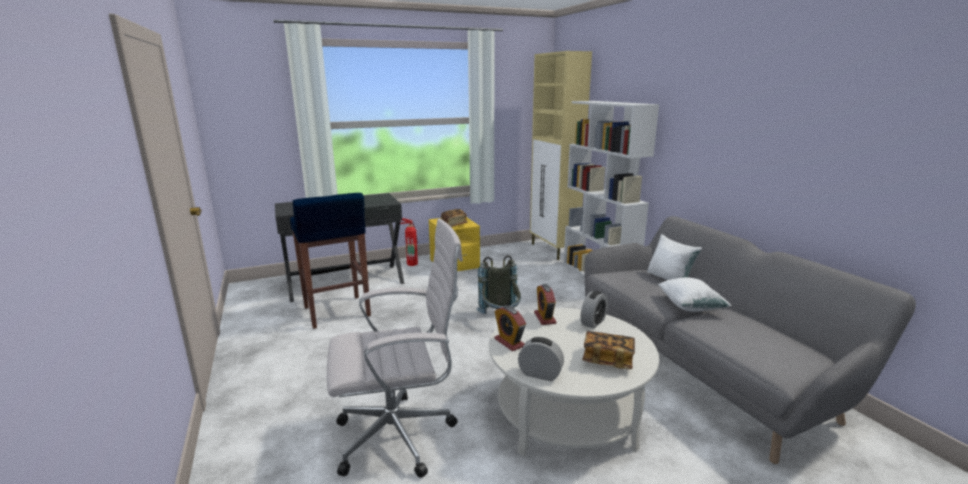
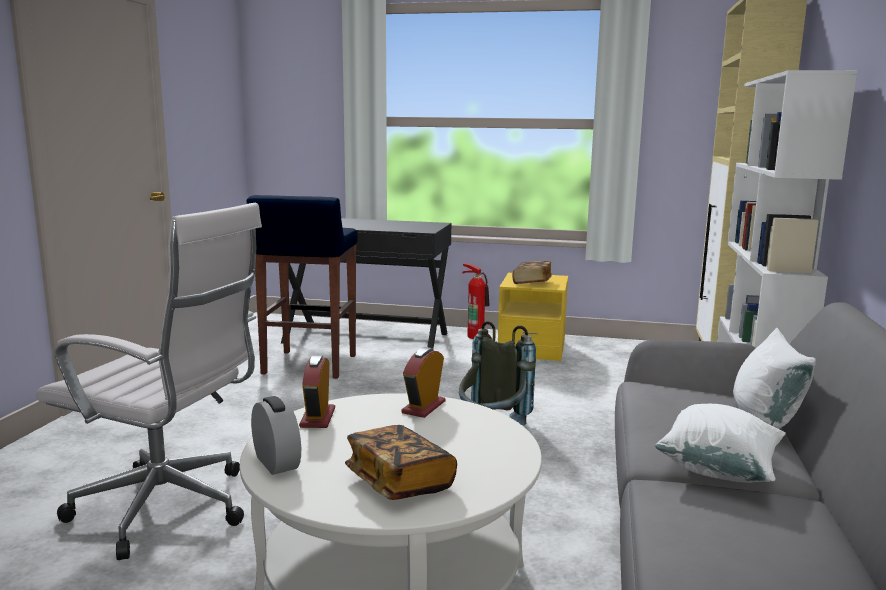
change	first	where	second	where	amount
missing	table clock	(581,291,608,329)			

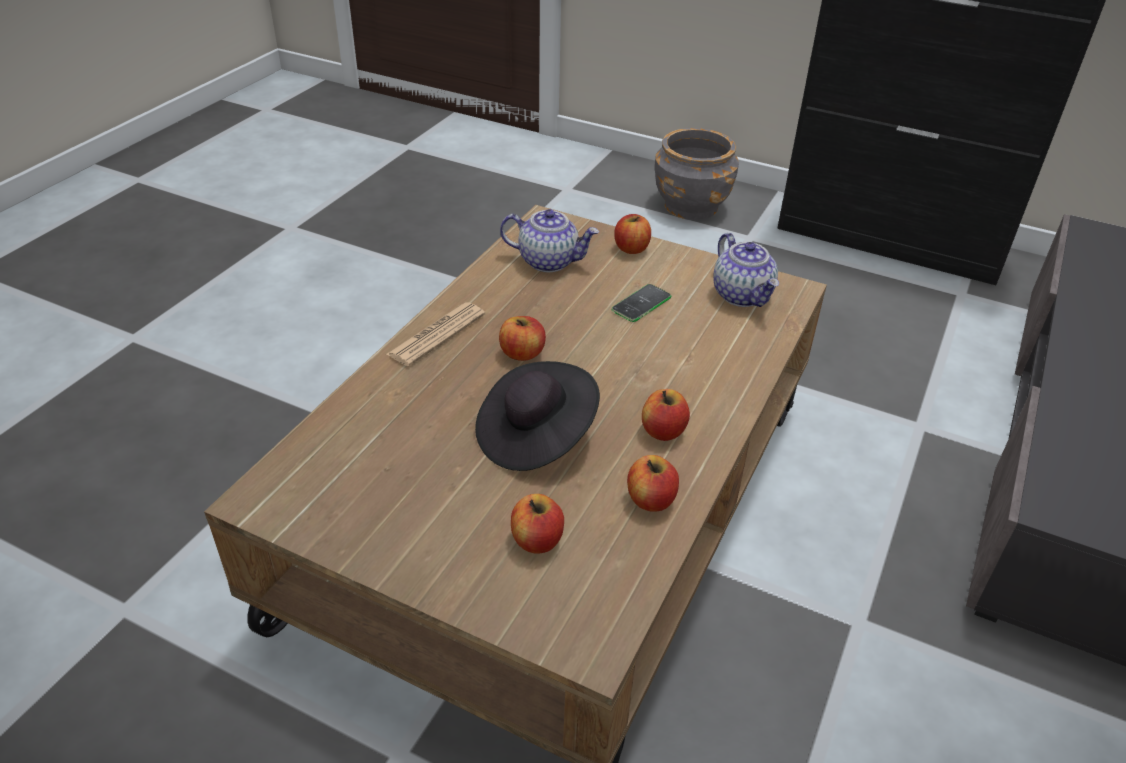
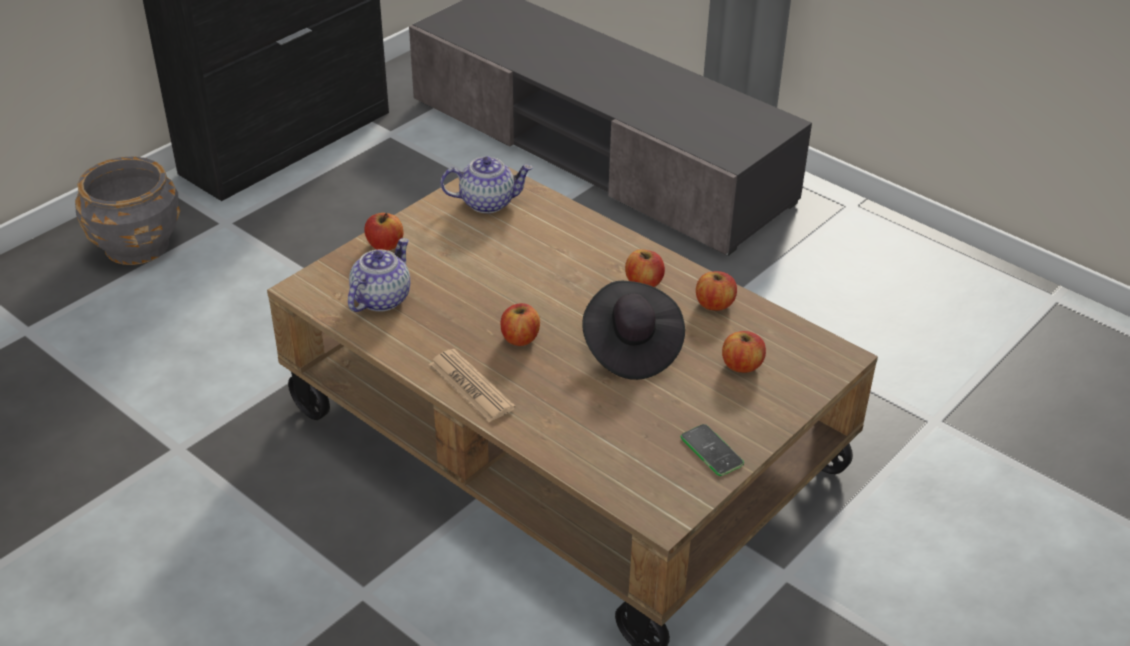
change	first	where	second	where	amount
relocated	handset	(611,284,671,322)		(680,424,744,476)	

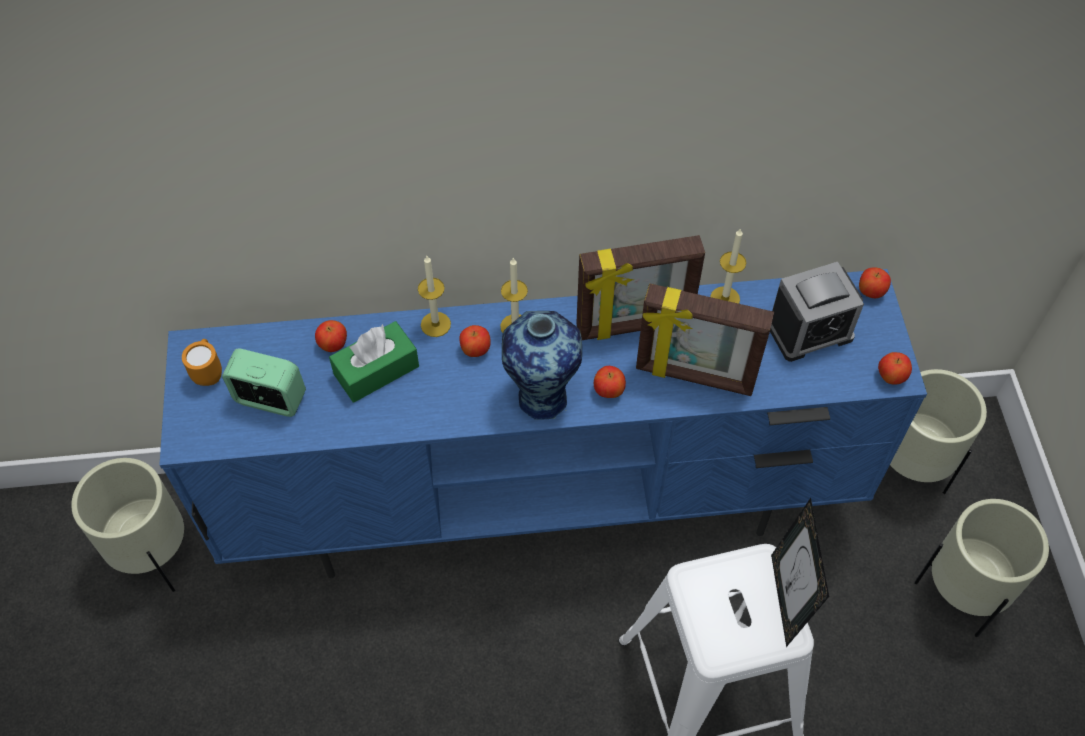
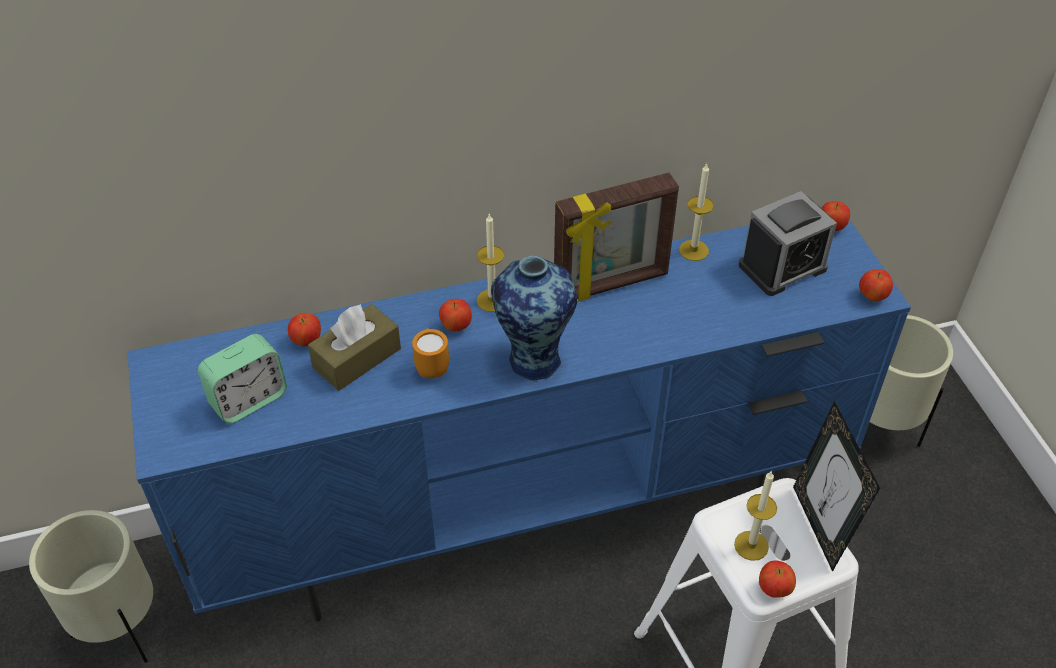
change	first	where	second	where	amount
missing	picture frame	(636,284,774,396)			
missing	plant pot (beige)	(914,499,1049,637)			
relocated	tea mug (orangey)	(182,339,222,386)		(412,328,449,378)	
relocated	candle	(418,256,451,337)		(734,471,777,561)	
relocated	apple	(594,366,626,398)		(759,561,796,598)	
colour	tissue holder (greenish)	(329,321,419,403)	tissue holder (brown)	(308,304,401,391)	
spun	table clock	(222,349,306,417)		(198,334,287,424)	135 degrees clockwise

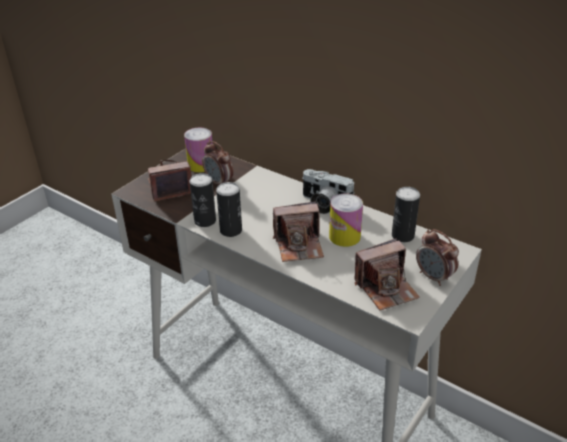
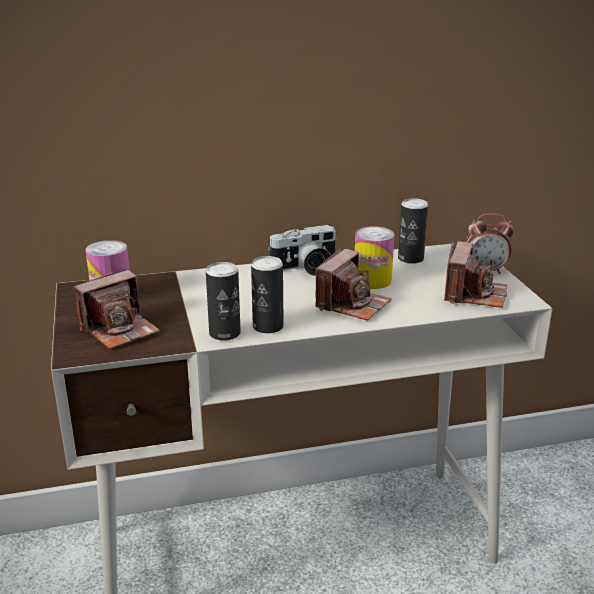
change	first	where	second	where	amount
missing	table clock	(203,141,233,185)			
spun	still camera	(148,160,192,201)		(73,269,160,349)	150 degrees counterclockwise

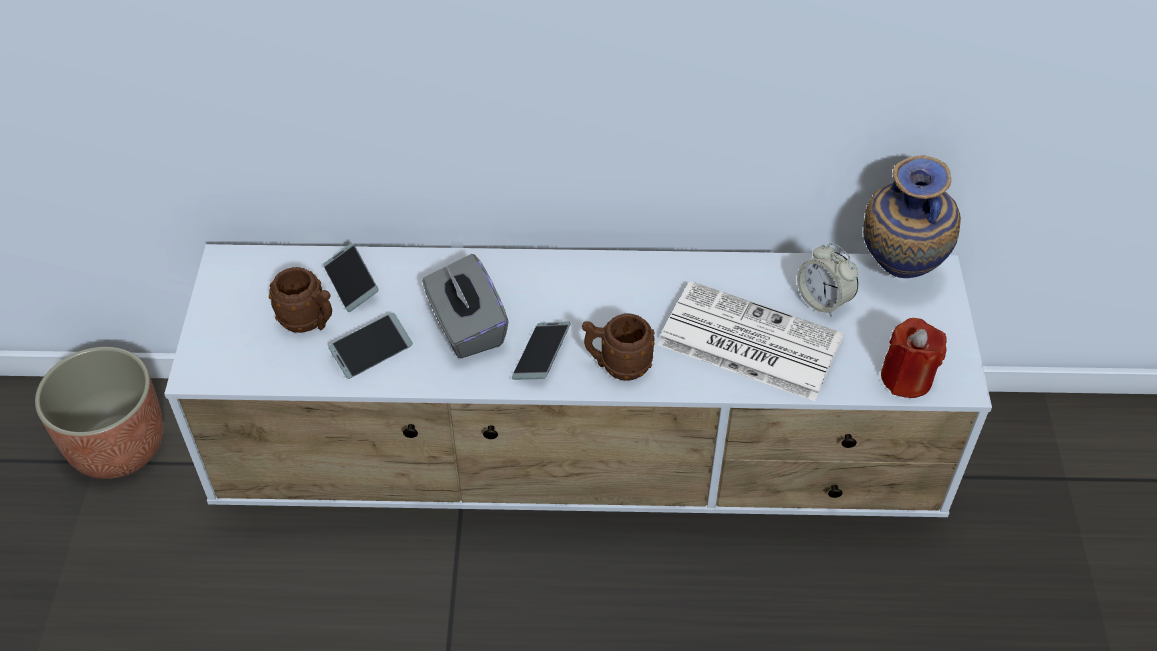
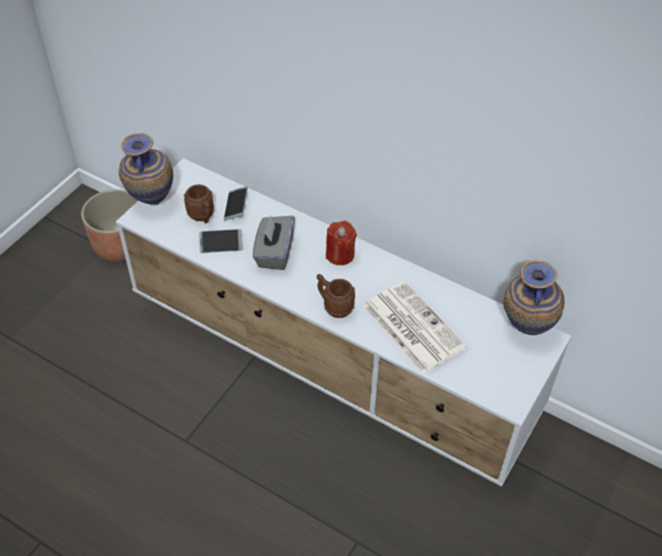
change	first	where	second	where	amount
missing	handset	(512,321,570,380)			
missing	table clock	(797,243,858,317)			
appeared			decorative vase	(119,133,173,205)	
relocated	candle (red-coloured)	(881,318,947,398)		(326,221,357,265)	

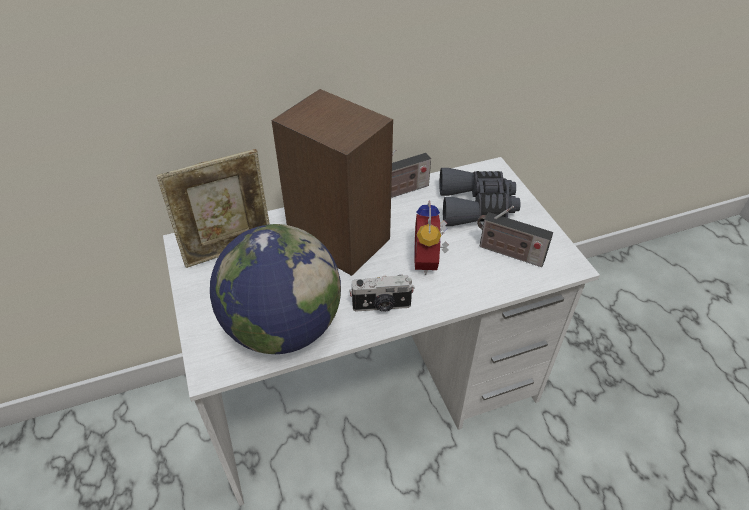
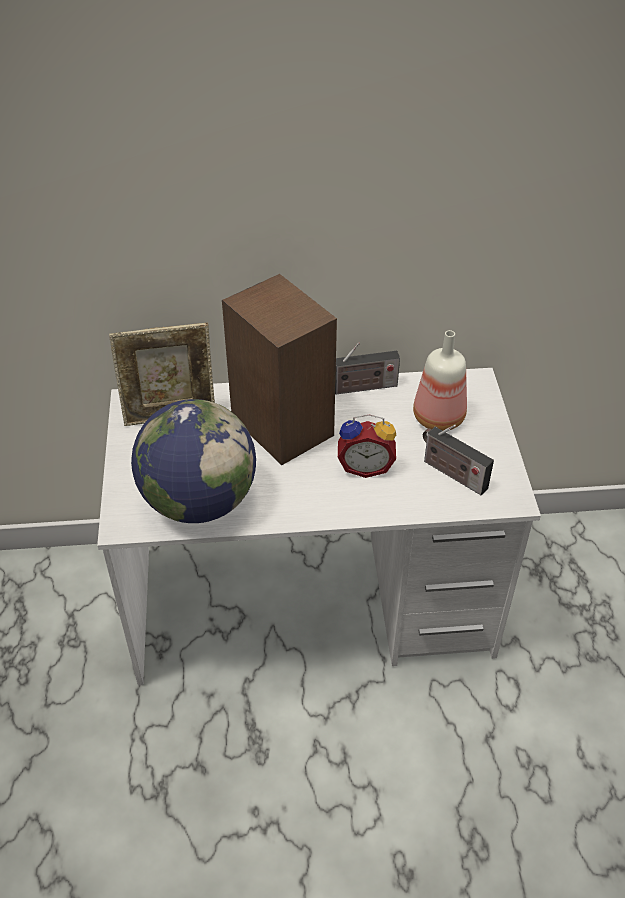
change	first	where	second	where	amount
missing	still camera	(349,275,414,312)			
exchanged	field glasses (gray)	(439,168,521,226)	beverage bottle	(413,330,467,431)	
spun	table clock	(414,200,449,275)		(338,415,396,478)	105 degrees counterclockwise

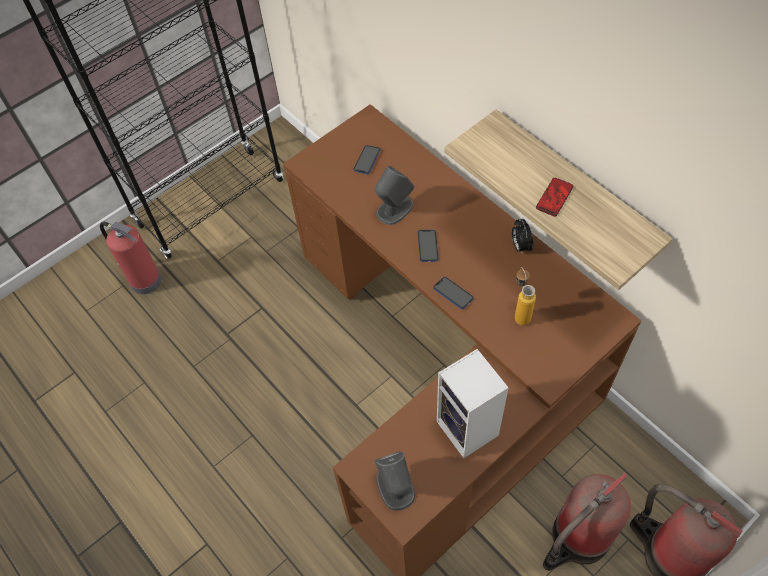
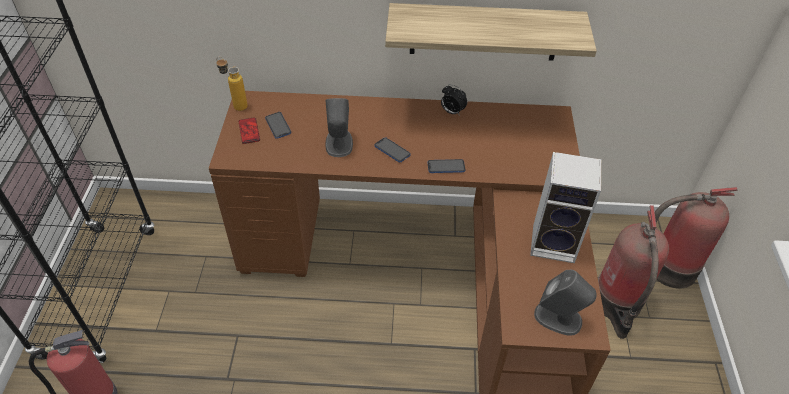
change	first	where	second	where	amount
relocated	beverage bottle	(515,267,536,325)		(216,57,248,111)	
relocated	handset	(536,178,573,217)		(239,118,260,144)	

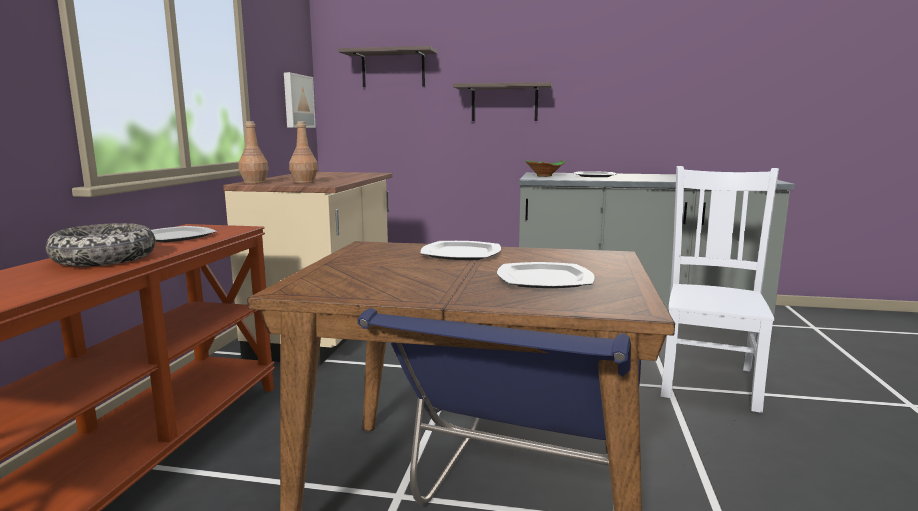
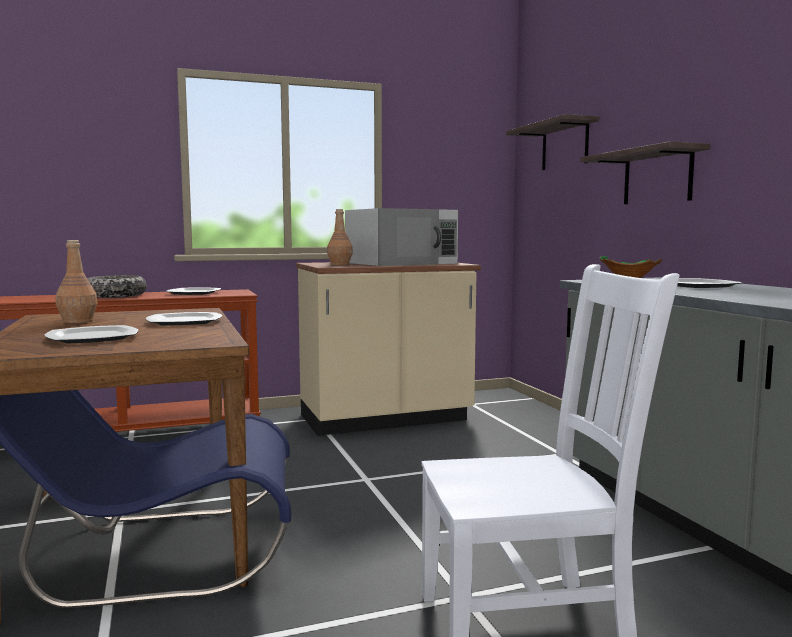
change	first	where	second	where	amount
missing	picture	(284,72,316,128)			
appeared			microwave oven (whitish)	(345,208,458,266)	
relocated	beverage bottle (brown)	(238,121,268,184)		(56,240,98,323)	

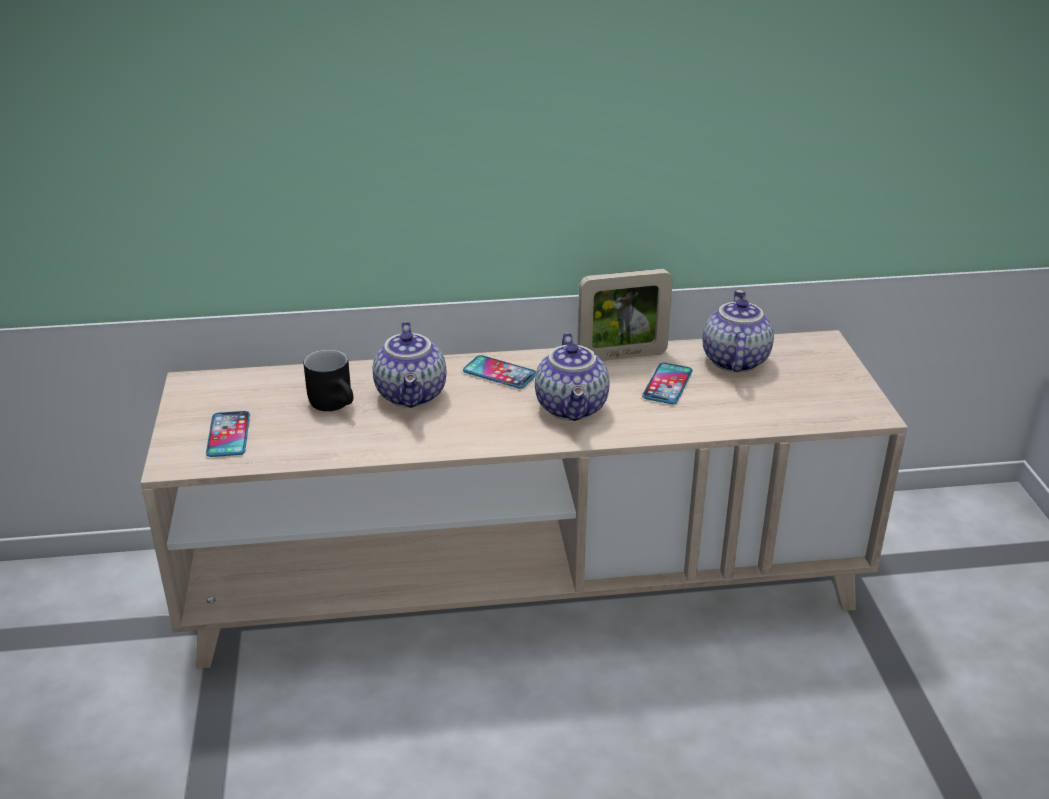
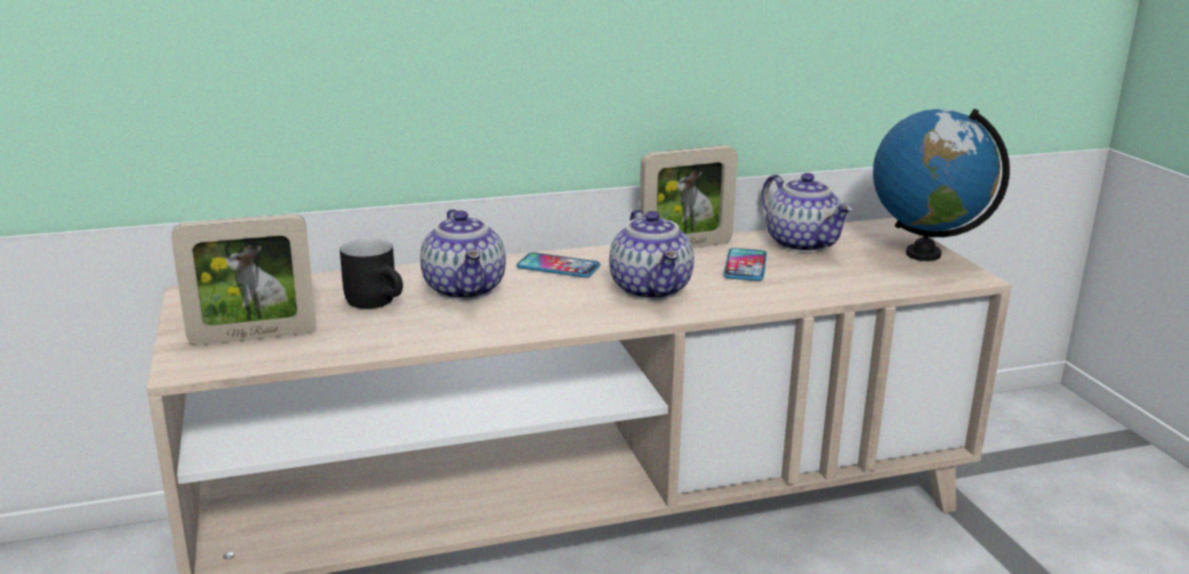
change	first	where	second	where	amount
appeared			globe	(873,109,1010,261)	
exchanged	handset	(206,411,250,457)	picture frame	(171,214,316,345)	
spun	teapot	(703,290,774,372)		(762,173,853,253)	150 degrees clockwise

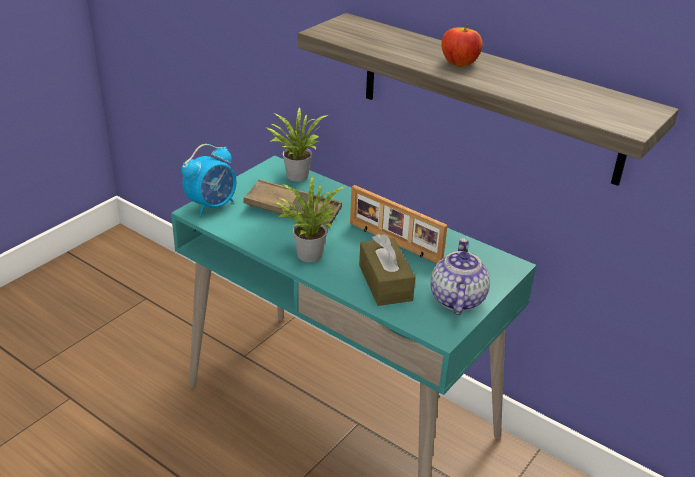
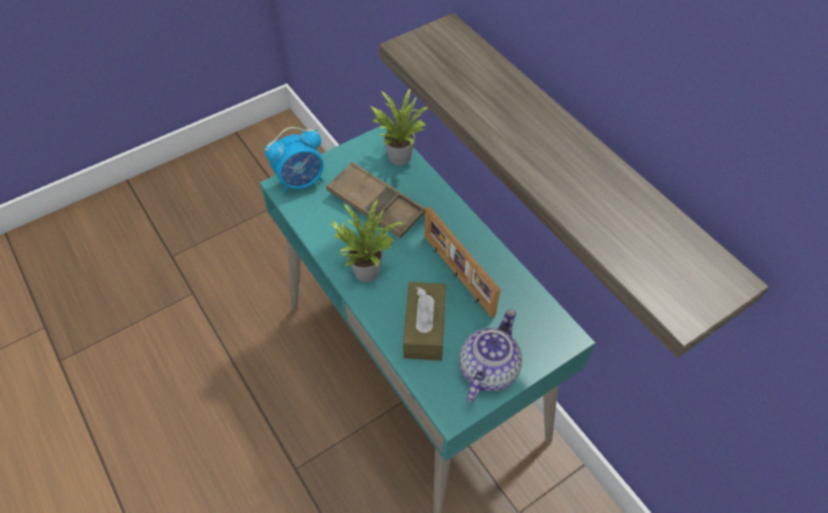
change	first	where	second	where	amount
missing	apple	(441,24,483,67)			

